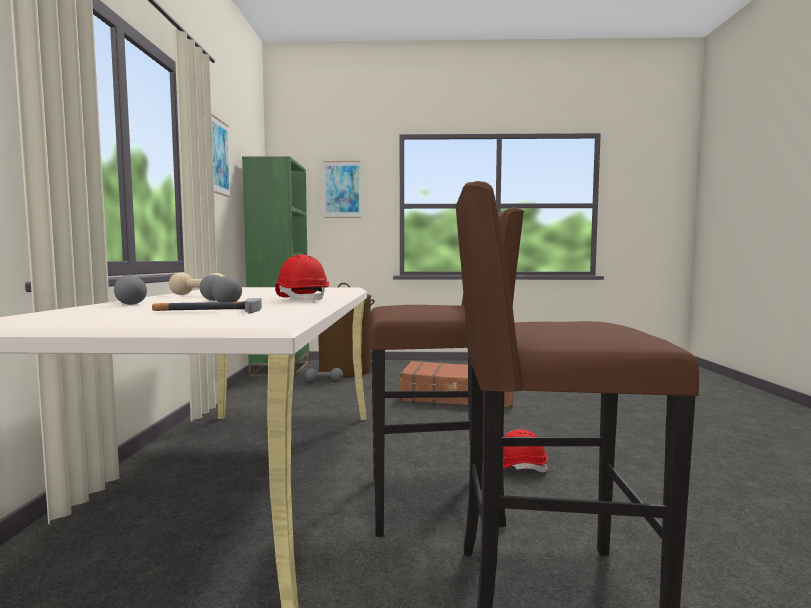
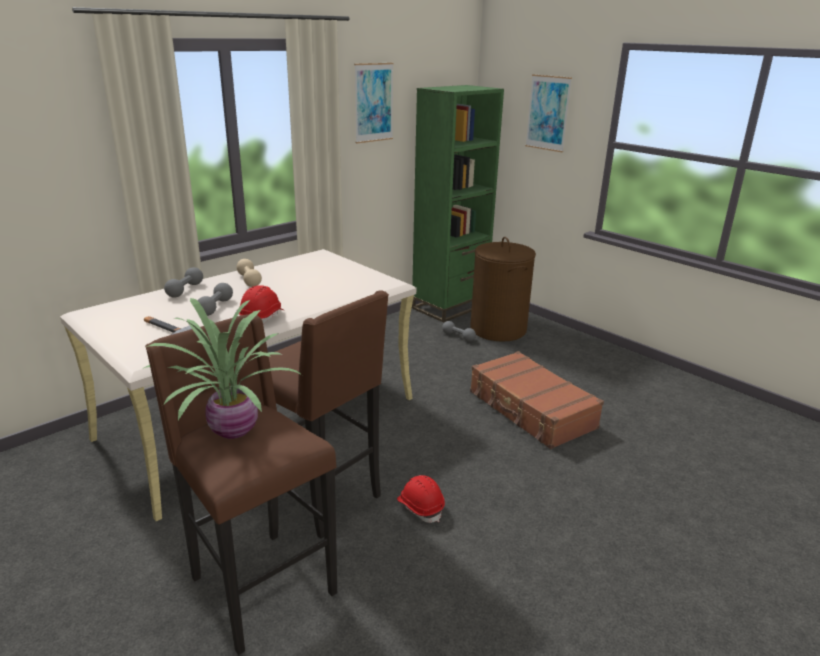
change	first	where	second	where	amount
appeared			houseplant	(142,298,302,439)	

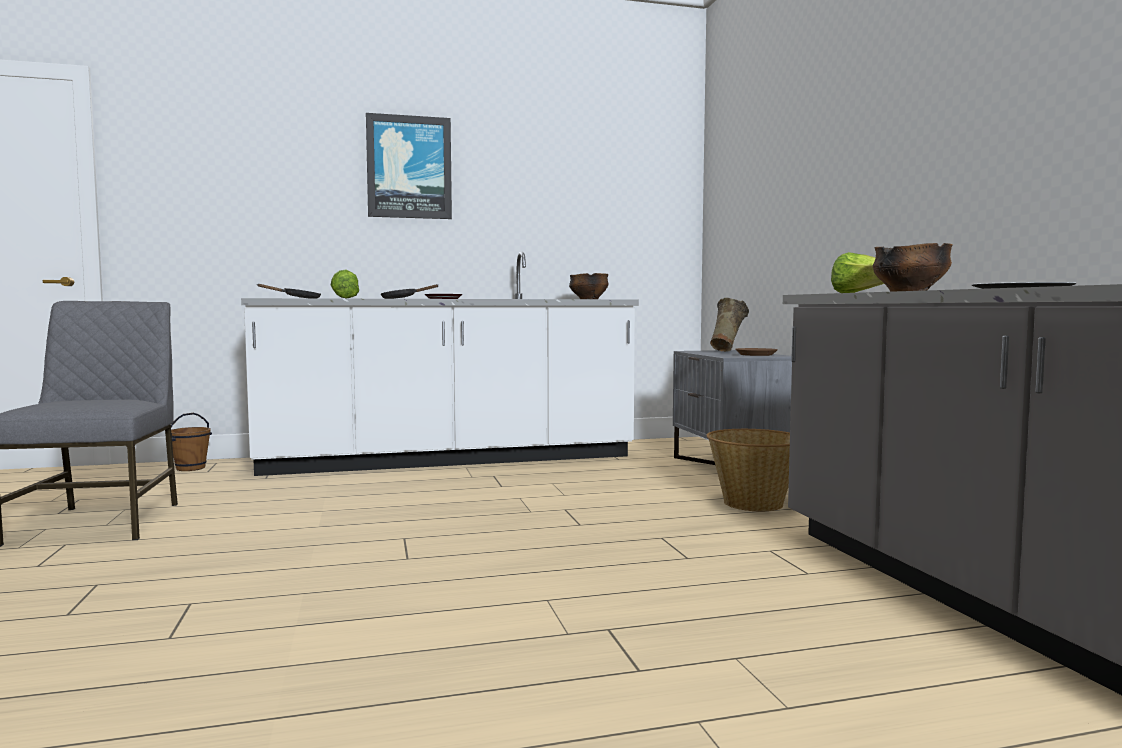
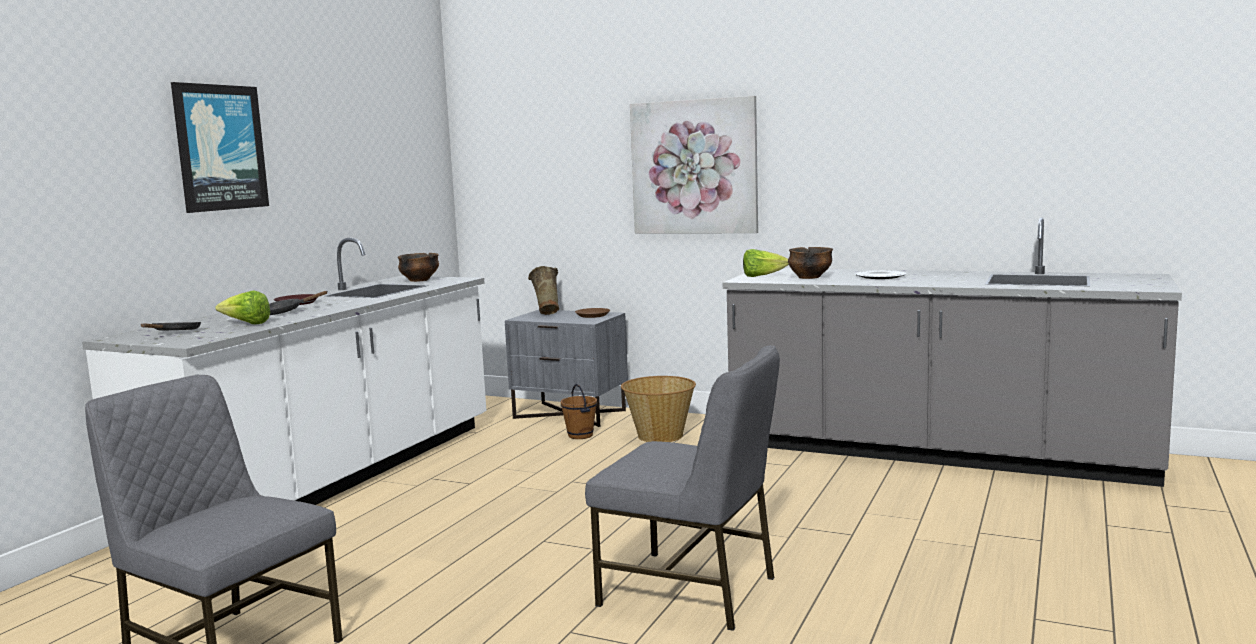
change	first	where	second	where	amount
appeared			upright chair (gray)	(585,345,780,631)	
appeared			picture	(630,96,758,233)	
relocated	pail (brown)	(171,413,212,471)		(561,384,597,439)	

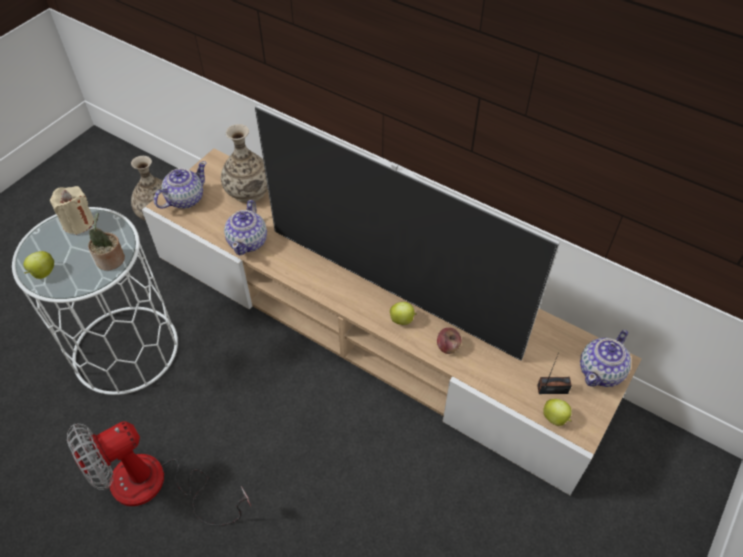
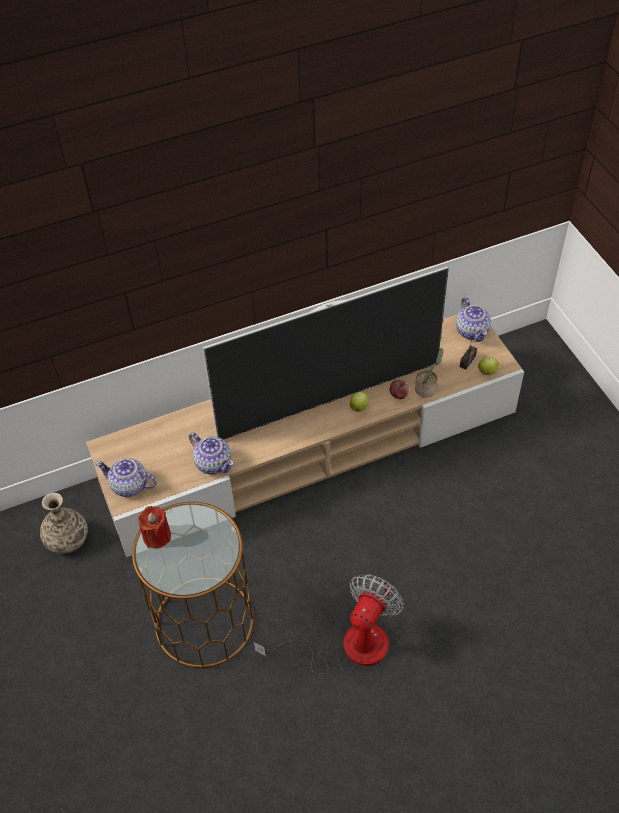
change	first	where	second	where	amount
missing	apple	(23,251,54,279)			
missing	decorative vase	(221,124,268,203)			
relocated	houseplant	(88,212,125,271)		(415,348,443,398)	
colour	end table (whitish)	(12,207,178,395)	end table (brown)	(132,502,254,668)	
colour	candle (beige)	(50,186,94,235)	candle (red-coloured)	(138,506,171,548)	
spun	cooling fan	(67,421,251,526)		(254,574,404,675)	150 degrees counterclockwise
spun	teapot	(154,161,206,209)		(95,458,157,497)	60 degrees counterclockwise

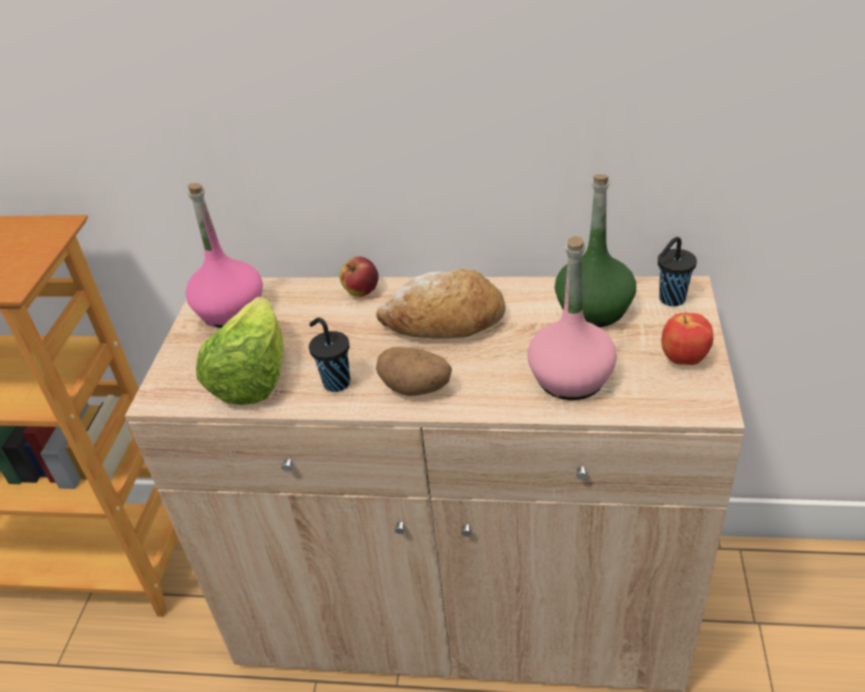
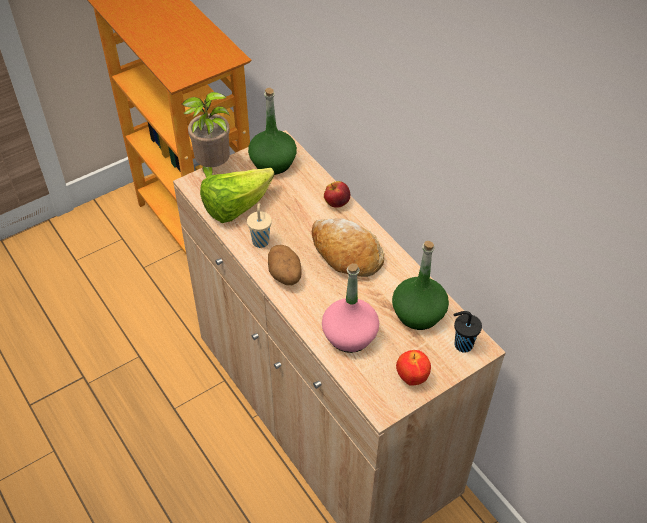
change	first	where	second	where	amount
appeared			houseplant	(182,92,230,178)	
colour	beverage bottle (pink-coloured)	(186,183,263,328)	beverage bottle (greenish)	(248,88,297,175)	
colour	drinking cup (blackish)	(309,318,350,392)	drinking cup (beige)	(247,203,272,248)	

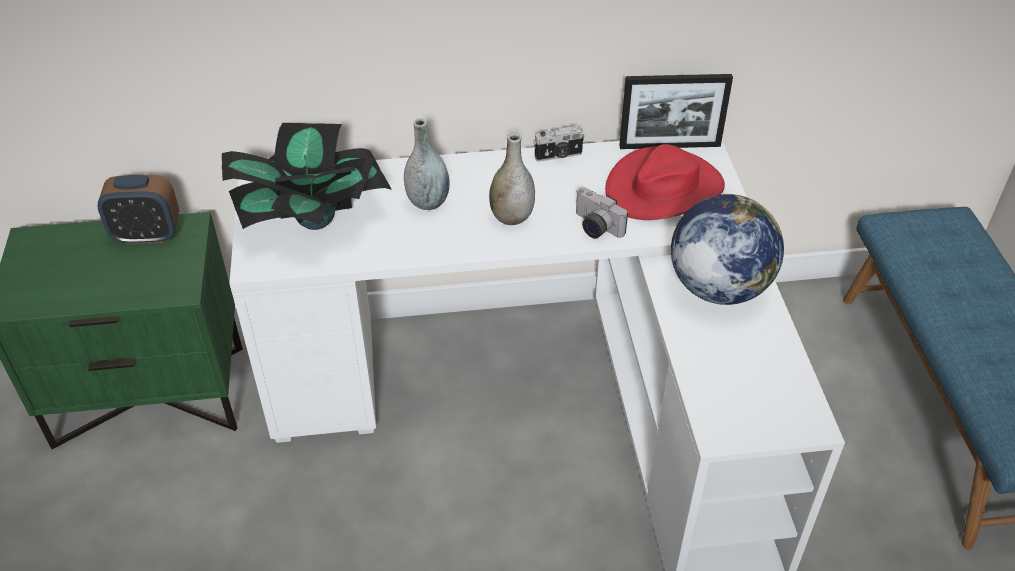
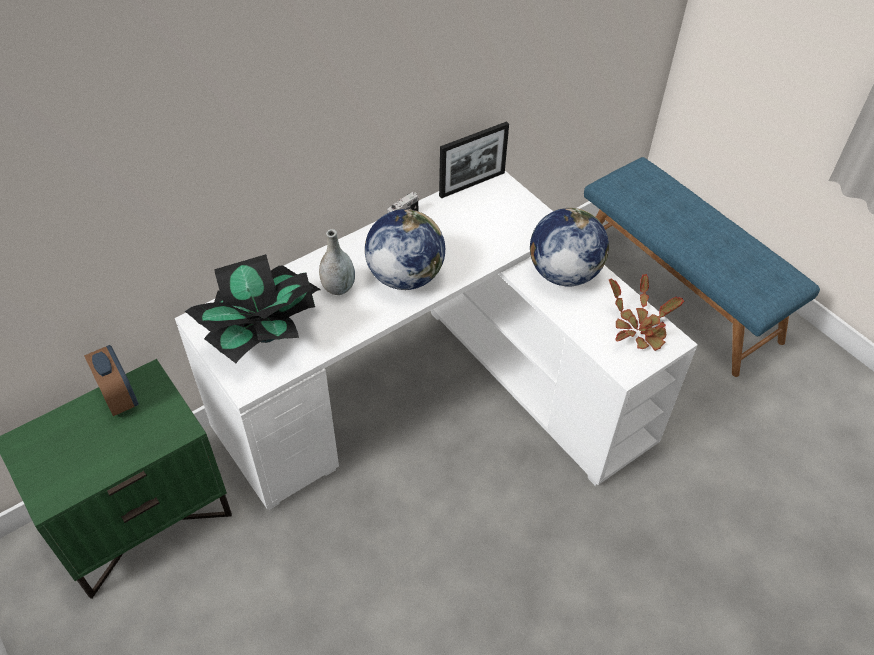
change	first	where	second	where	amount
missing	still camera	(576,187,628,239)			
missing	wearable hat (red-coloured)	(605,144,725,220)			
appeared			houseplant	(609,274,685,351)	
exchanged	decorative vase (gray)	(489,133,535,225)	globe	(365,209,445,290)	
spun	table clock	(97,175,179,244)		(84,345,138,416)	90 degrees counterclockwise

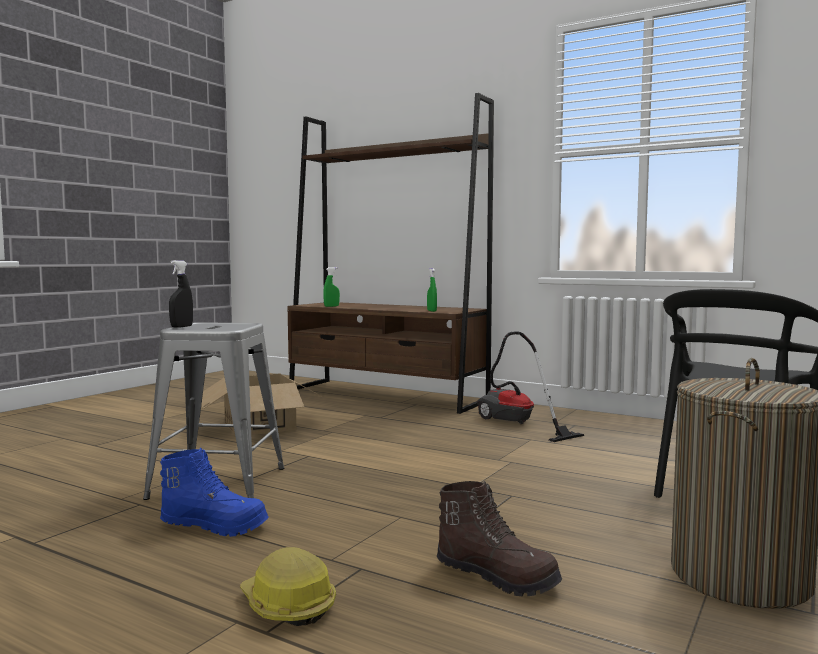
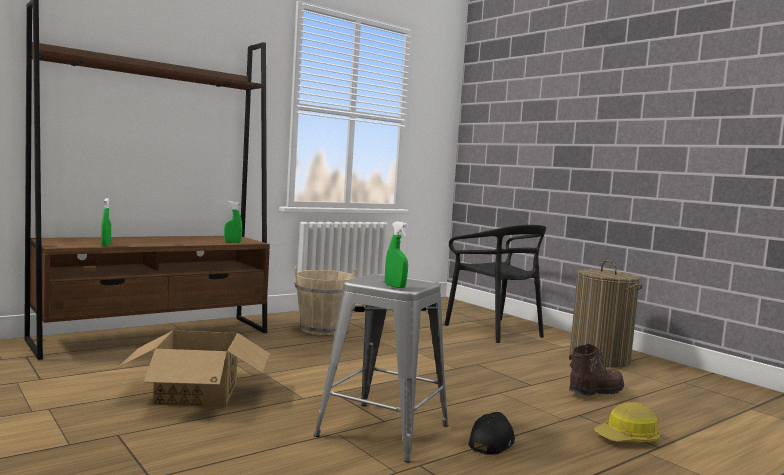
change	first	where	second	where	amount
exchanged	tall boot (blue-coloured)	(160,448,269,537)	baseball cap (blackish)	(468,412,515,455)	
exchanged	hoover	(477,331,584,442)	pail (beige)	(294,266,357,335)	
colour	hand sprayer (blackish)	(169,260,193,327)	hand sprayer (greenish)	(385,221,408,288)	

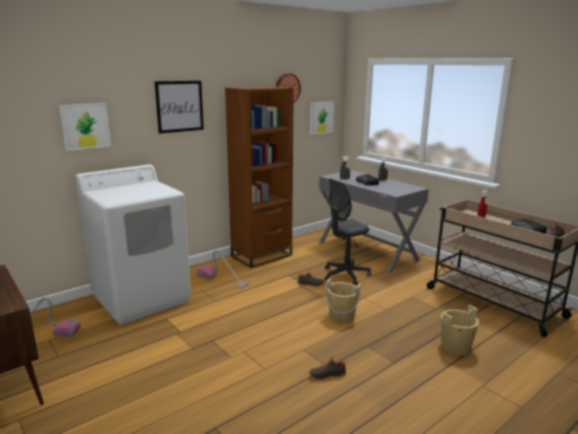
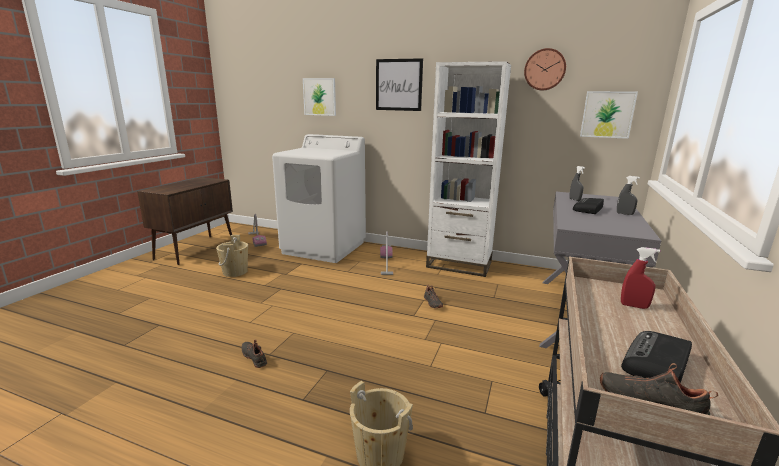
change	first	where	second	where	amount
missing	desk chair (gray)	(325,179,371,286)			
relocated	pail (beige)	(326,278,361,322)		(216,235,248,277)	
colour	shelving unit (brown)	(225,86,294,268)	shelving unit (whitish)	(426,61,511,277)	

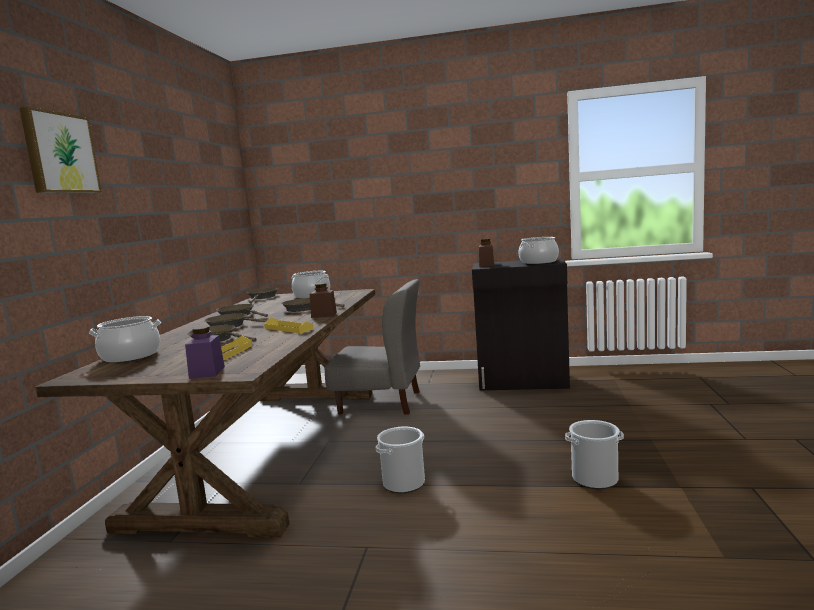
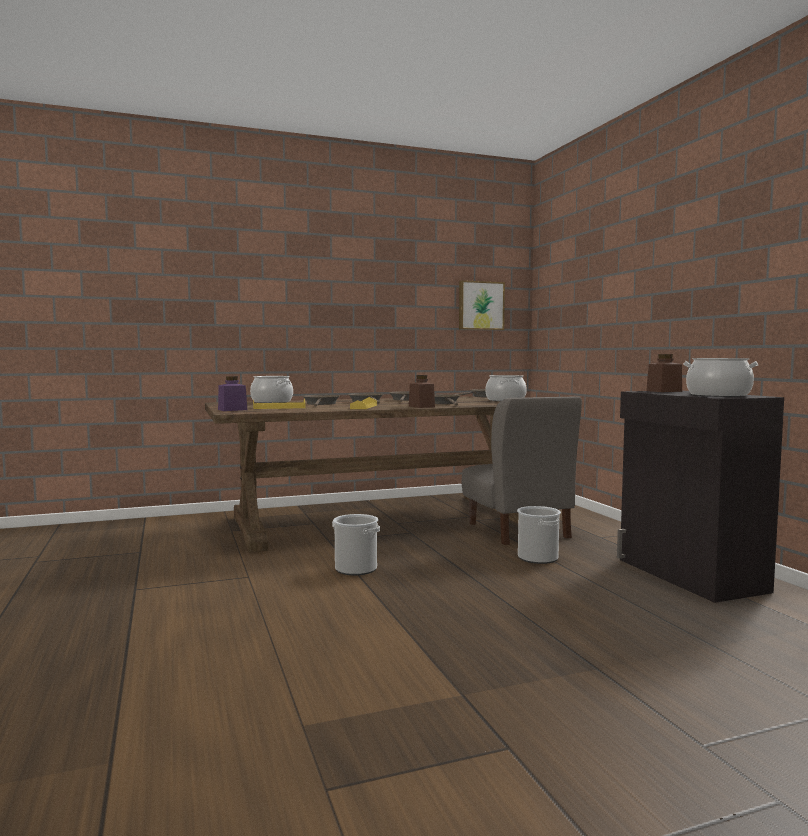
change	first	where	second	where	amount
relocated	picture	(20,106,102,193)		(459,280,505,330)	
relocated	pail	(565,420,624,489)		(517,506,561,564)	

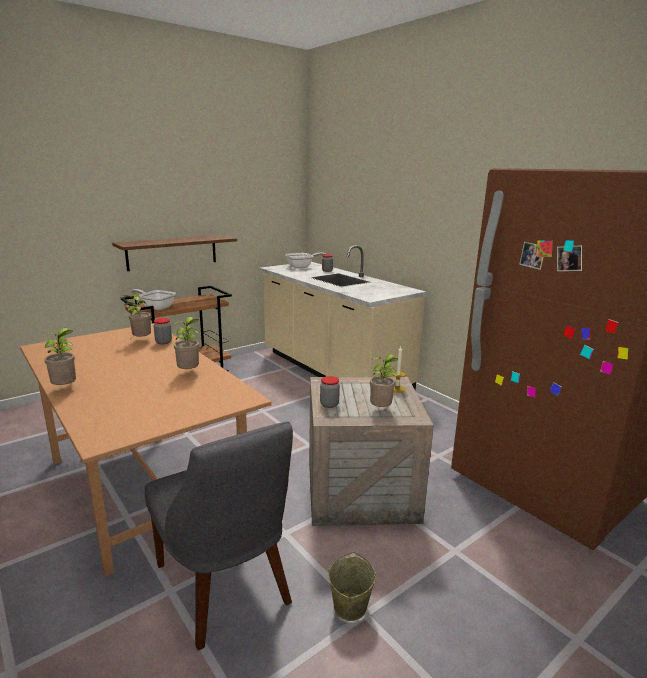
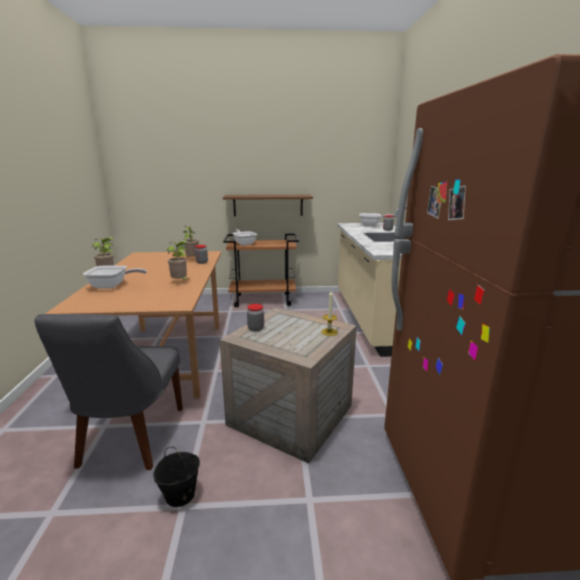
change	first	where	second	where	amount
missing	houseplant	(370,354,398,407)			
appeared			pan	(83,266,147,289)	
colour	pail (beige)	(328,552,376,621)	pail (blackish)	(153,447,200,507)	

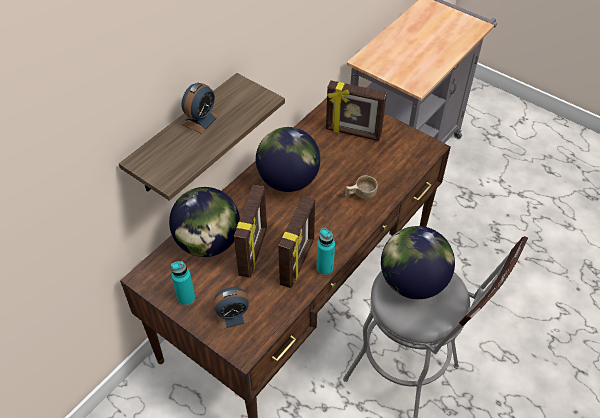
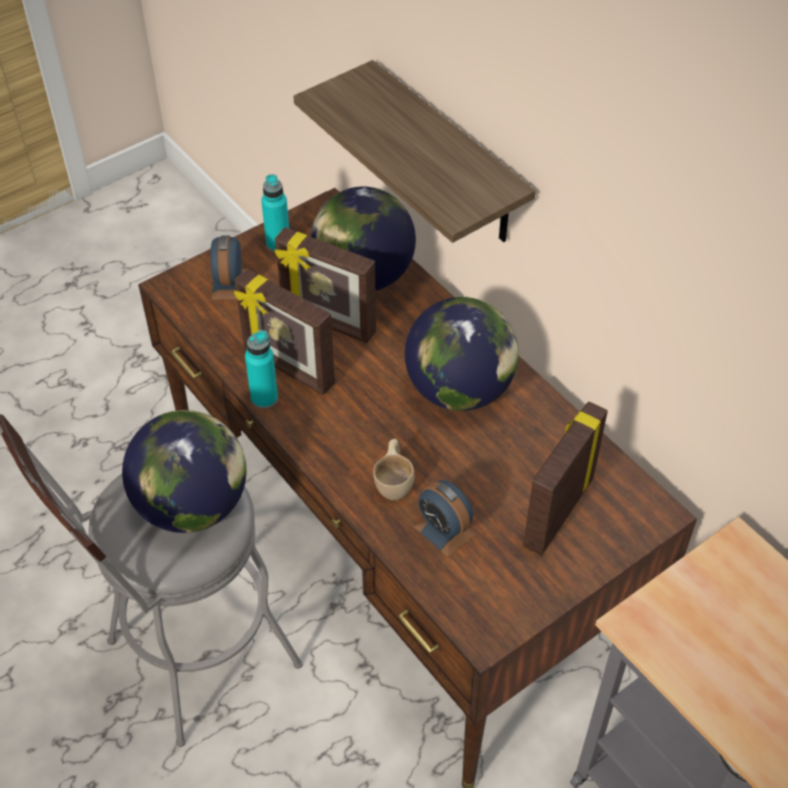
change	first	where	second	where	amount
relocated	table clock	(181,83,220,134)		(414,480,476,557)	

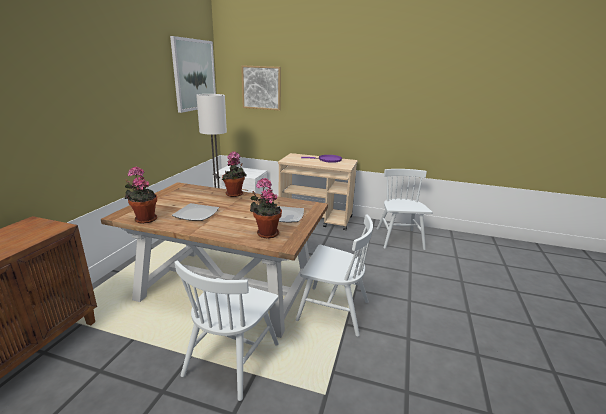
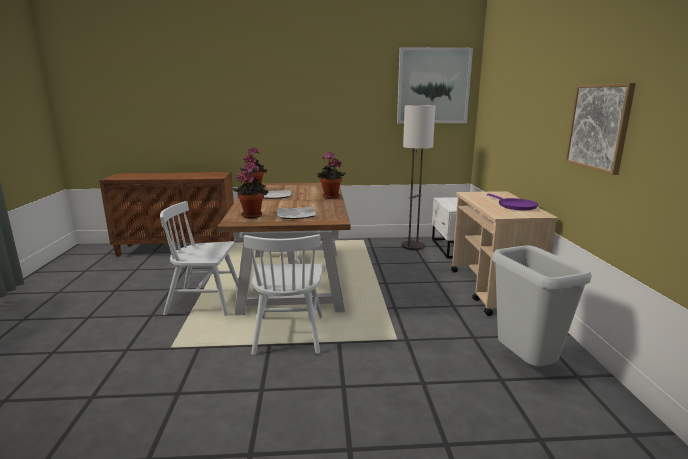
change	first	where	second	where	amount
relocated	picture	(241,65,281,111)		(565,83,636,175)	
exchanged	upright chair (whitish)	(377,169,433,250)	waste bin (gray)	(492,245,592,366)	

